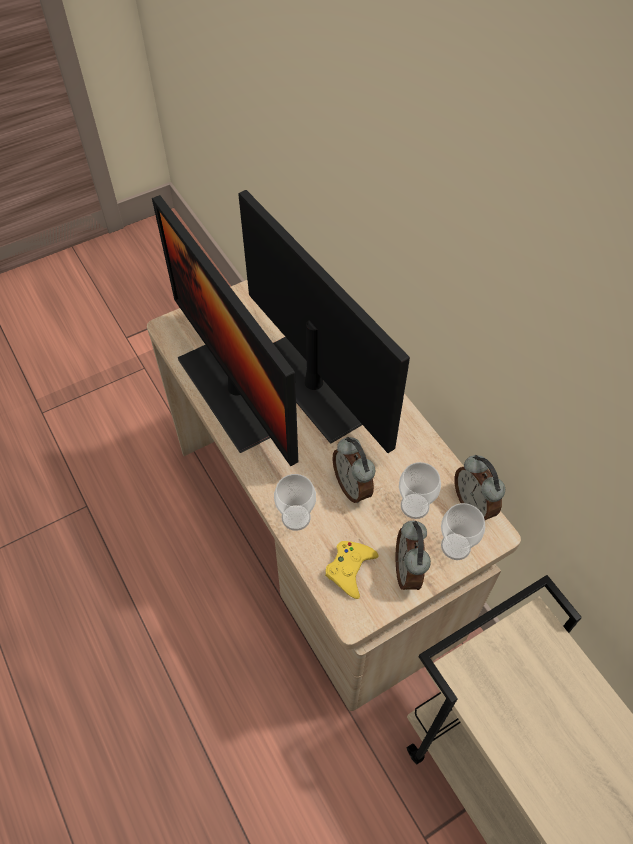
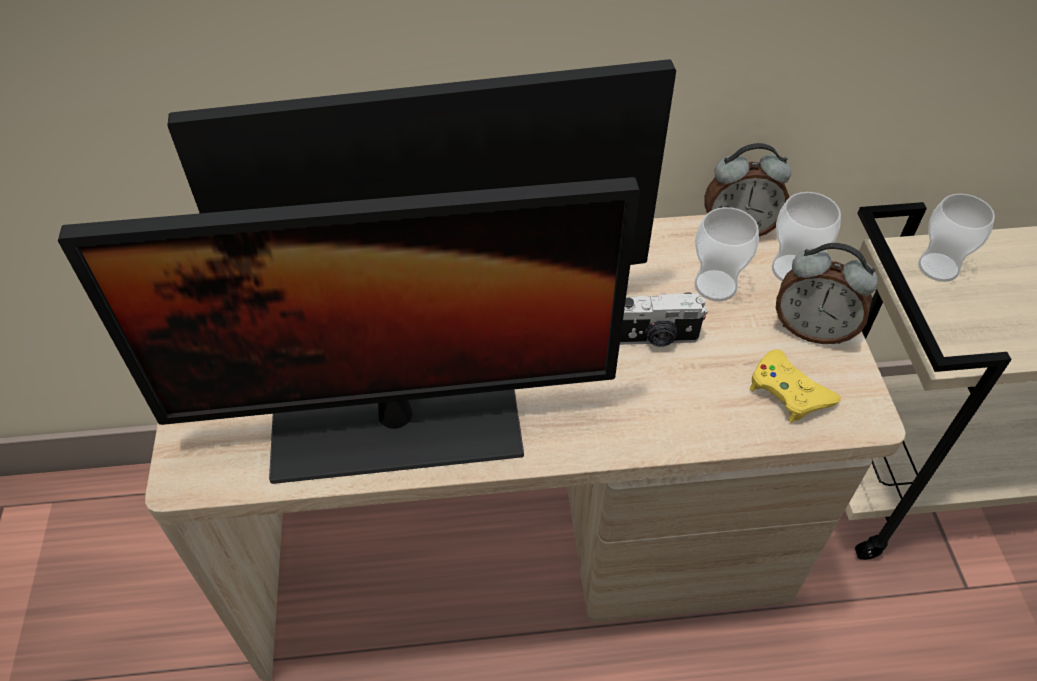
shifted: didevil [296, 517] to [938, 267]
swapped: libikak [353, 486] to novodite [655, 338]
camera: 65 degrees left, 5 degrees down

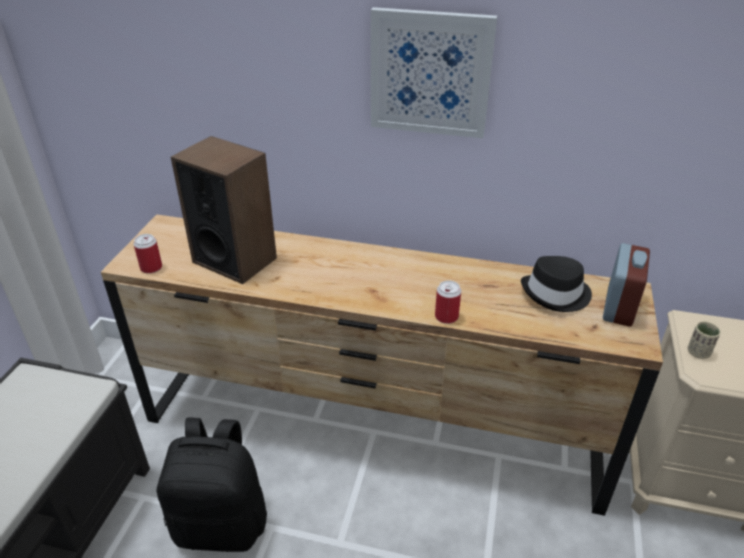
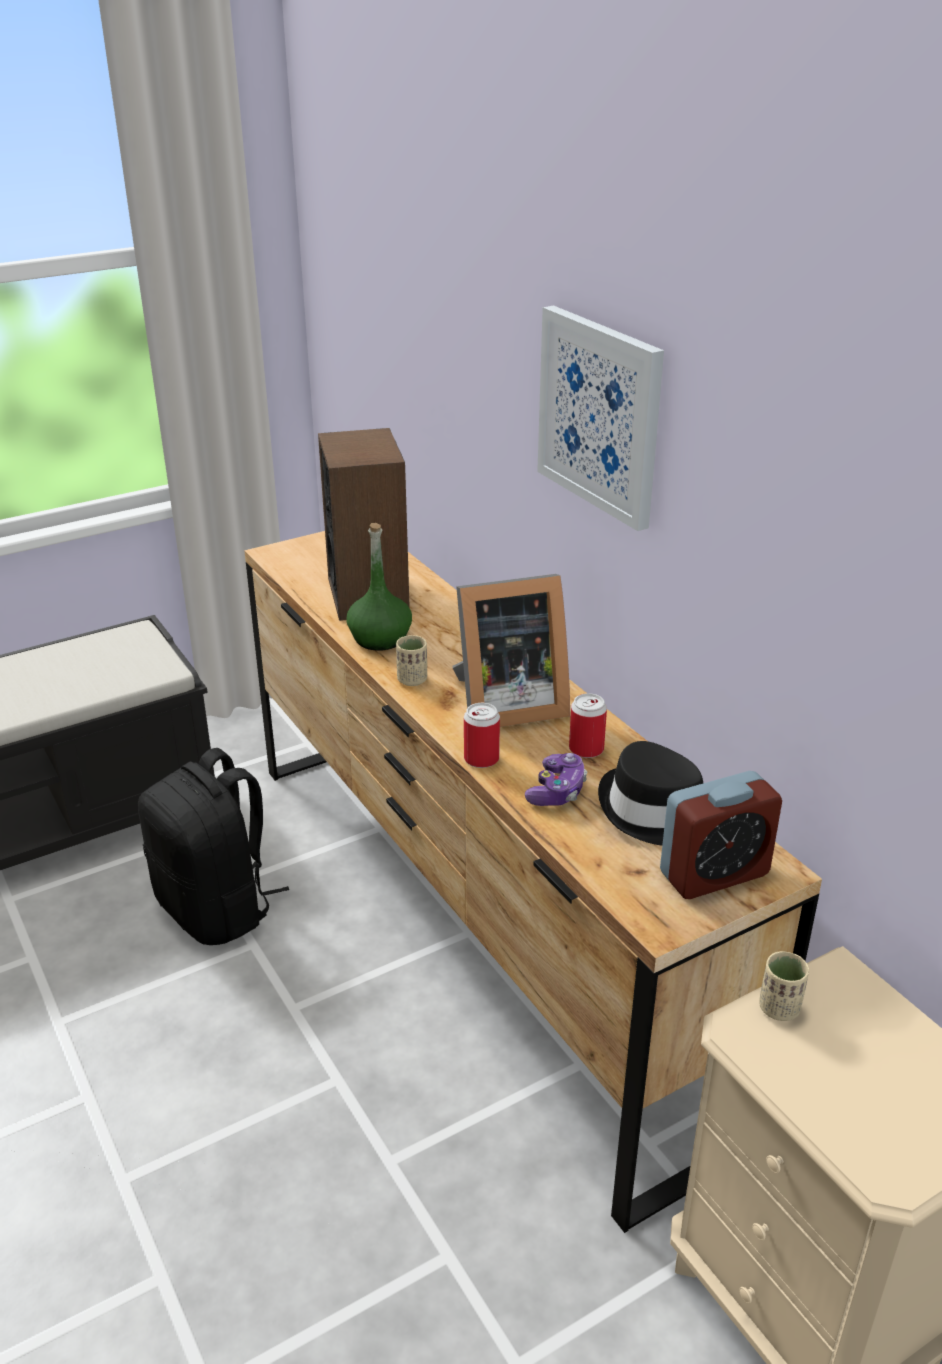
new: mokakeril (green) [380, 638]; didevil (beige) [412, 680]; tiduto [505, 705]; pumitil [557, 791]
shifted: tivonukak [151, 268] to [586, 749]
camera: 45 degrees right, 5 degrees down

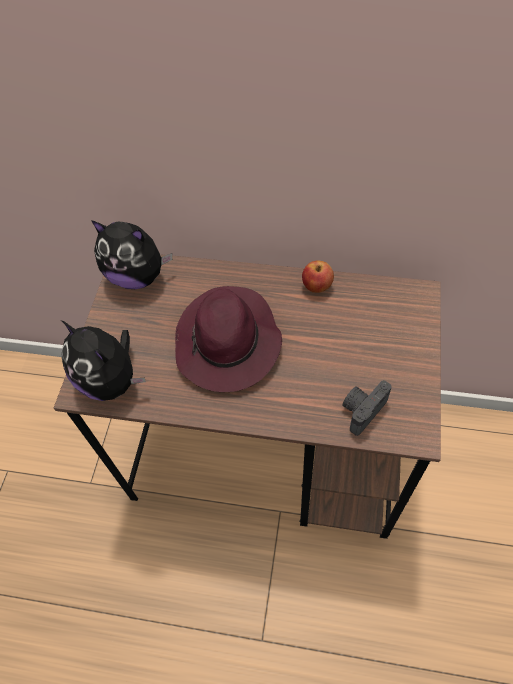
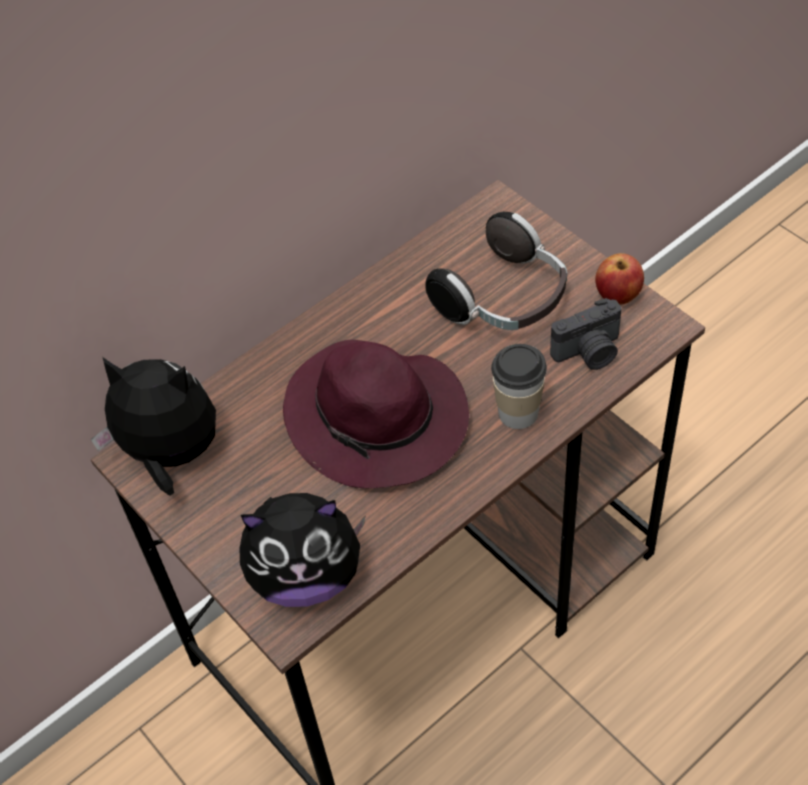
new: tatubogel [504, 300]; didevil [518, 412]
shifted: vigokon [317, 286] to [618, 295]
rotated: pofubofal [137, 276] = [170, 455] 135 degrees counterclockwise; novodite [362, 410] = [589, 353] 105 degrees counterclockwise
camera: 50 degrees left, 5 degrees down

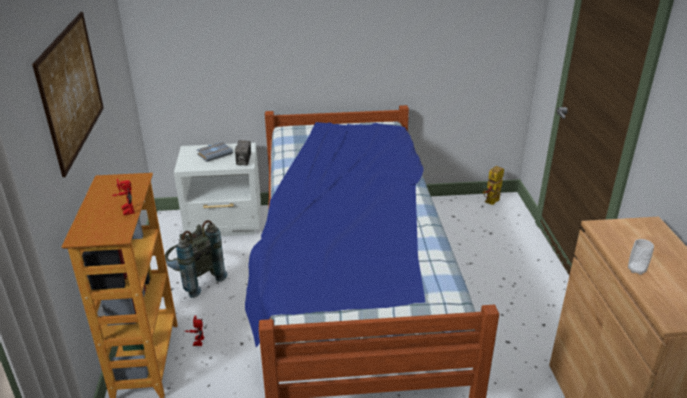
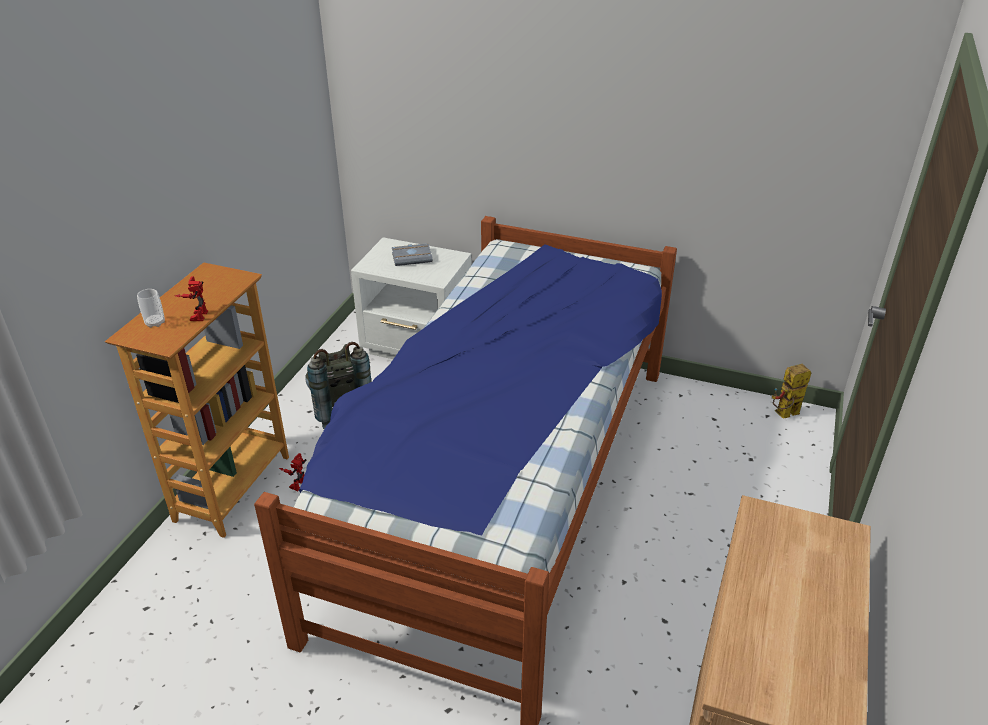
gone: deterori [71, 89]; novodite [244, 161]
shifted: didevil [636, 270] to [155, 323]
camera: 25 degrees right, 5 degrees up

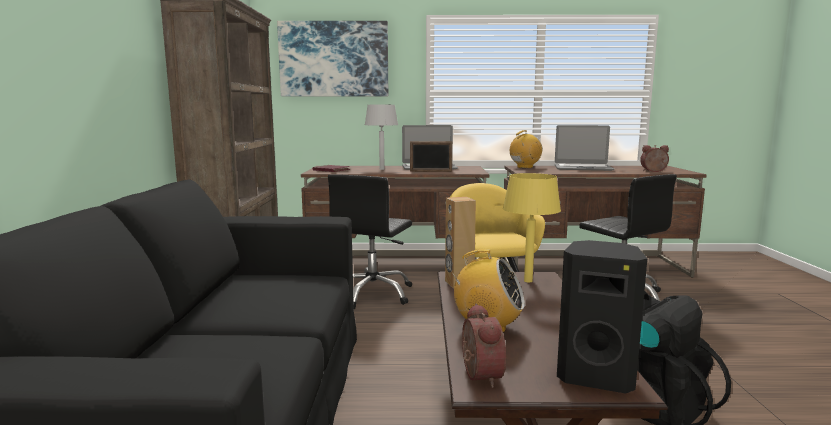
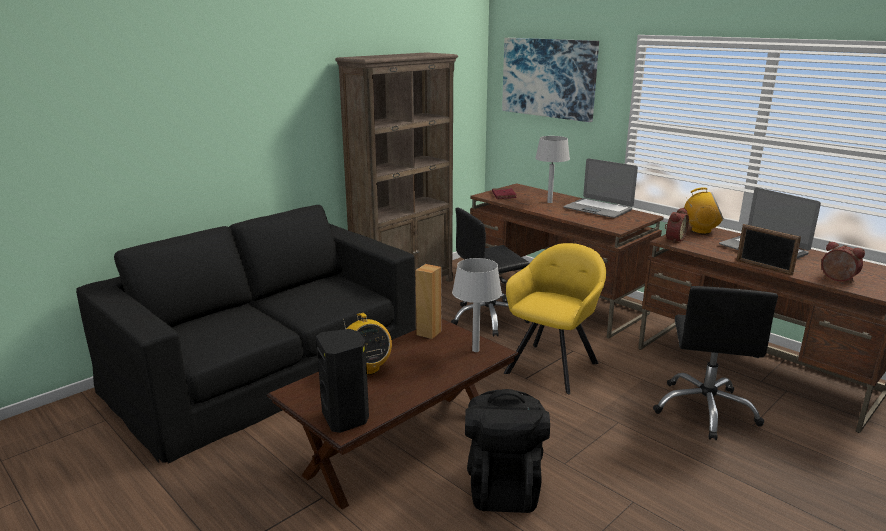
shifted: libikak [478, 376] to [673, 239]; tiduto [430, 171] to [763, 267]
repainted: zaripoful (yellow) [527, 281] to zaripoful (grey) [475, 350]
camera: 45 degrees right, 10 degrees up

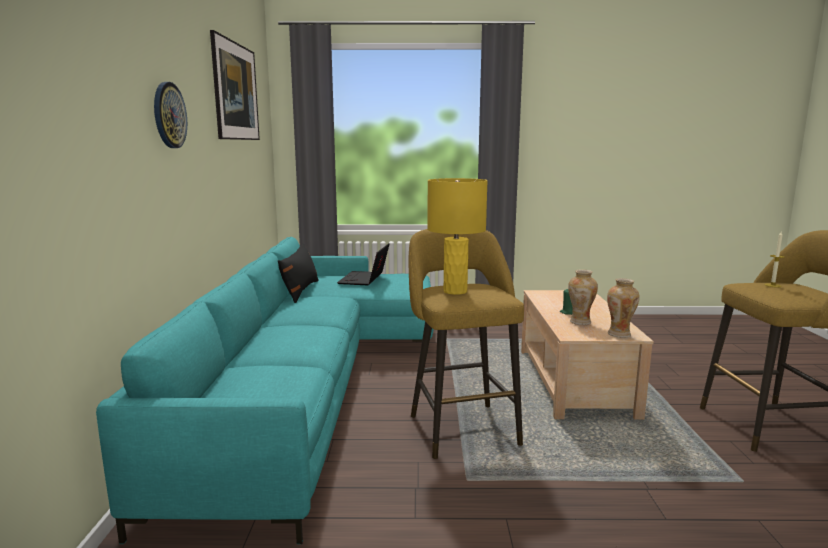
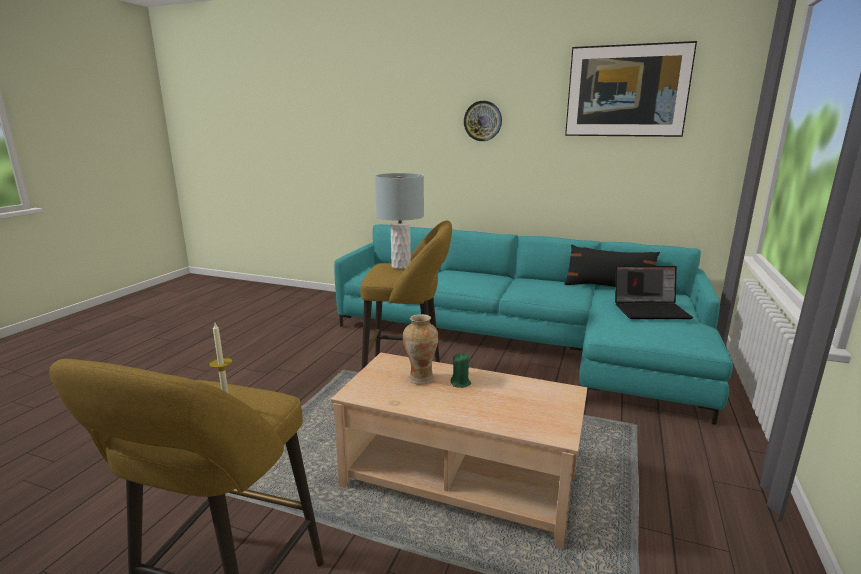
gone: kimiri [619, 334]
repainted: zaripoful (yellow) [455, 291] to zaripoful (grey) [400, 266]
rotated: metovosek [364, 279] = [651, 310] 150 degrees clockwise
camera: 110 degrees right, 5 degrees up

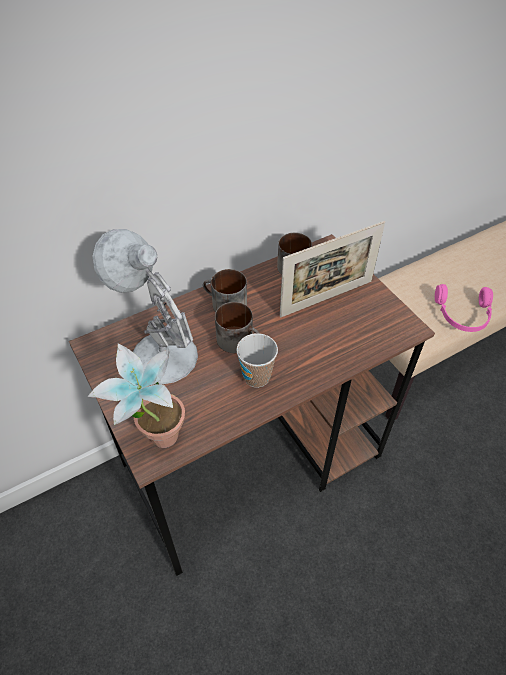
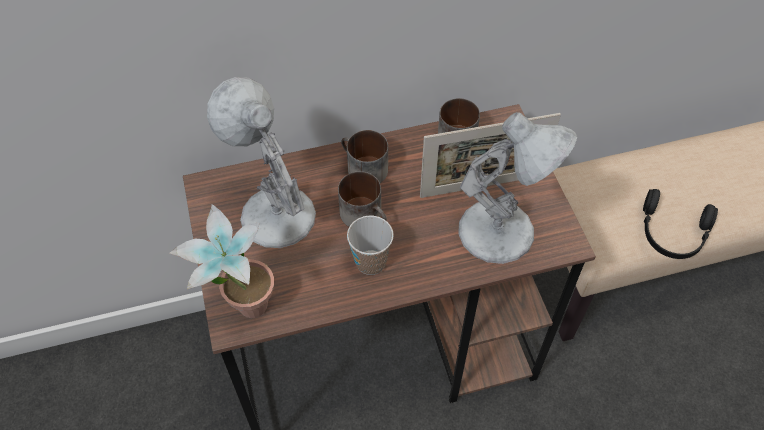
new: zaripoful (white) [500, 232]
repainted: tatubogel (pink) [462, 315] to tatubogel (black) [672, 234]
camera: 15 degrees right, 5 degrees up

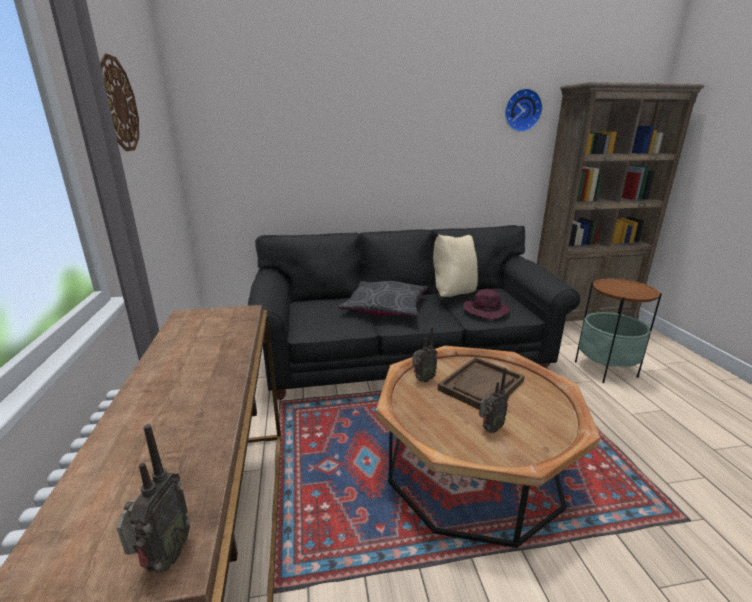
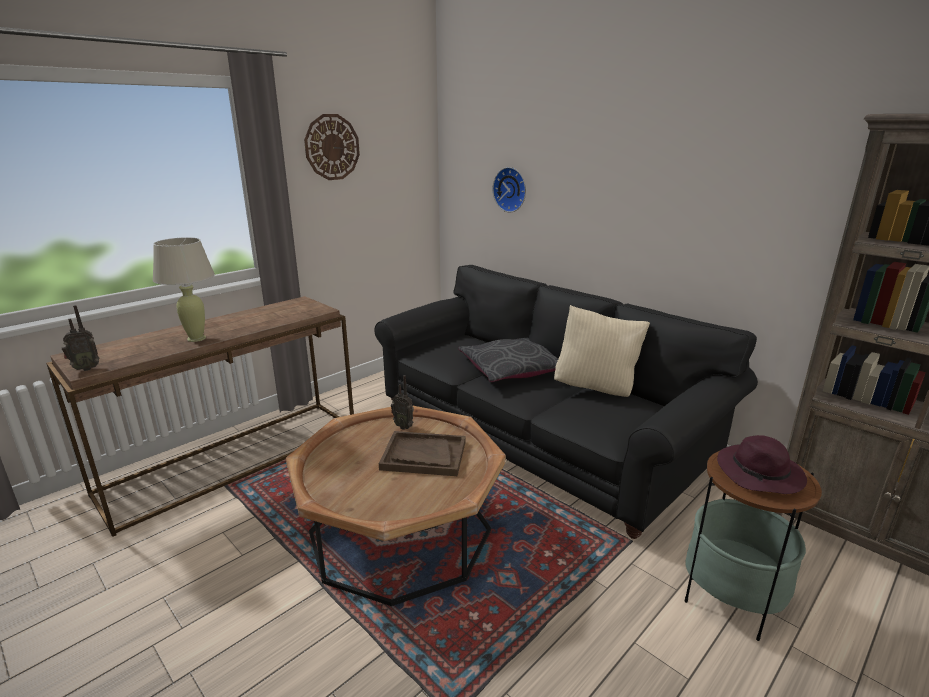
gone: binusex [489, 429]
new: zaripoful (beige) [196, 338]
shifted: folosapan [522, 110] to [511, 189]; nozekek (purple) [486, 310] to [760, 474]
camera: 55 degrees right, 0 degrees up

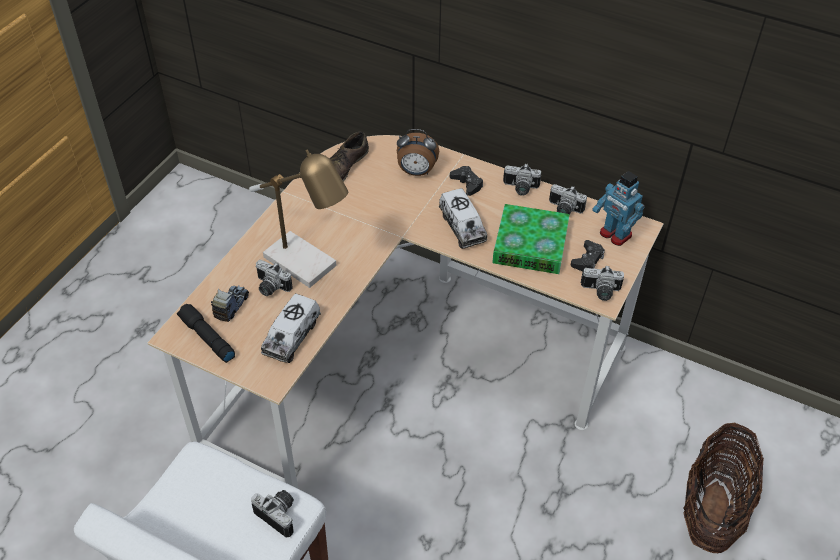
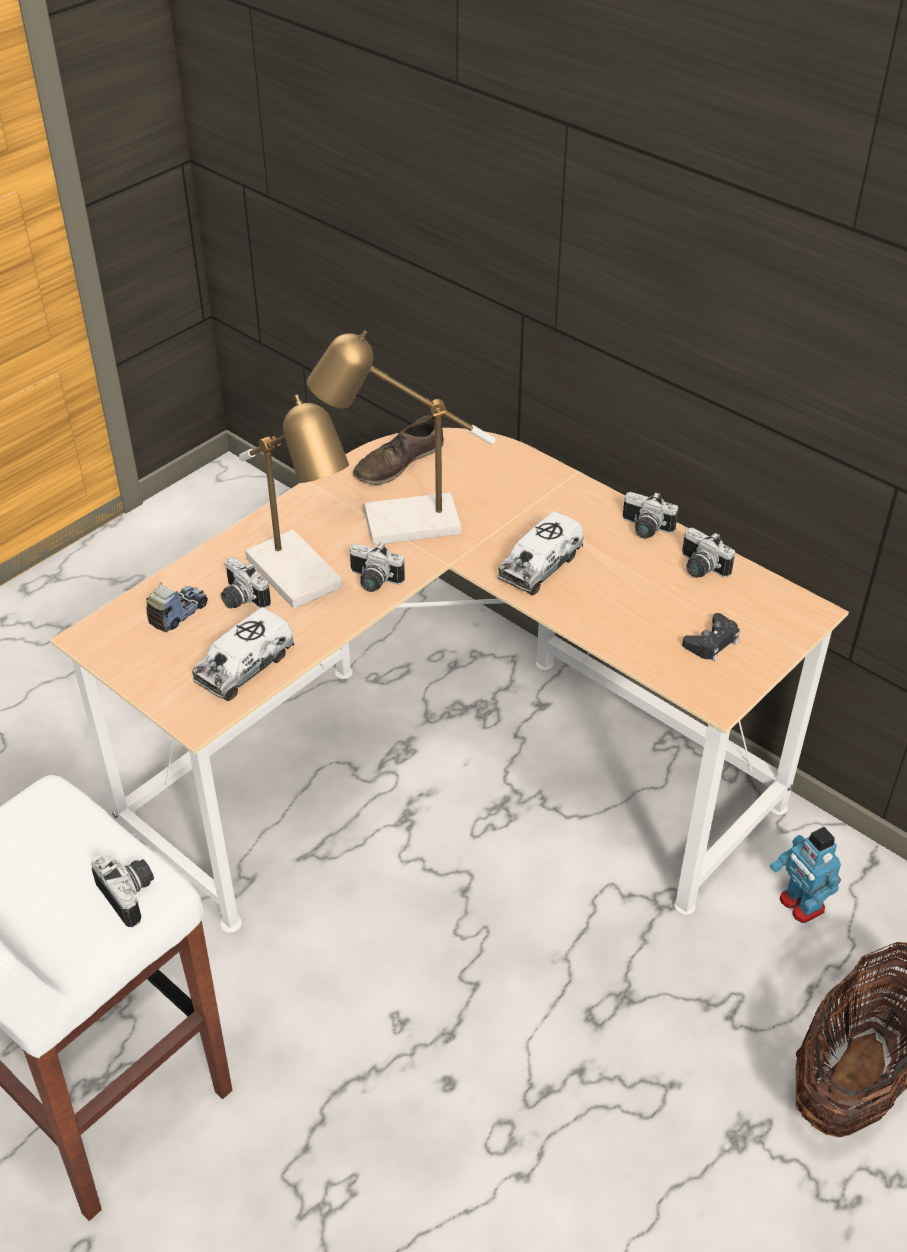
gone: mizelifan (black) [206, 338]; libikak [416, 172]; pumitil (black) [467, 183]; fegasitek [530, 245]
new: zaripoful [398, 525]
shifted: novodite [600, 292] to [373, 582]; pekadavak [615, 235] to [800, 905]
rotated: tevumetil [462, 227] = [540, 566] 45 degrees clockwise
camera: 15 degrees right, 5 degrees down

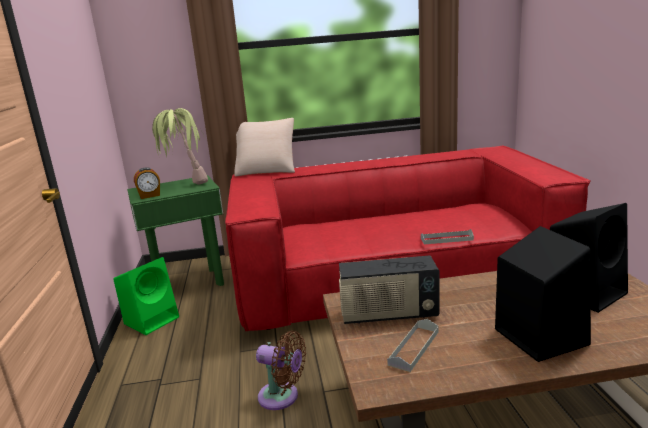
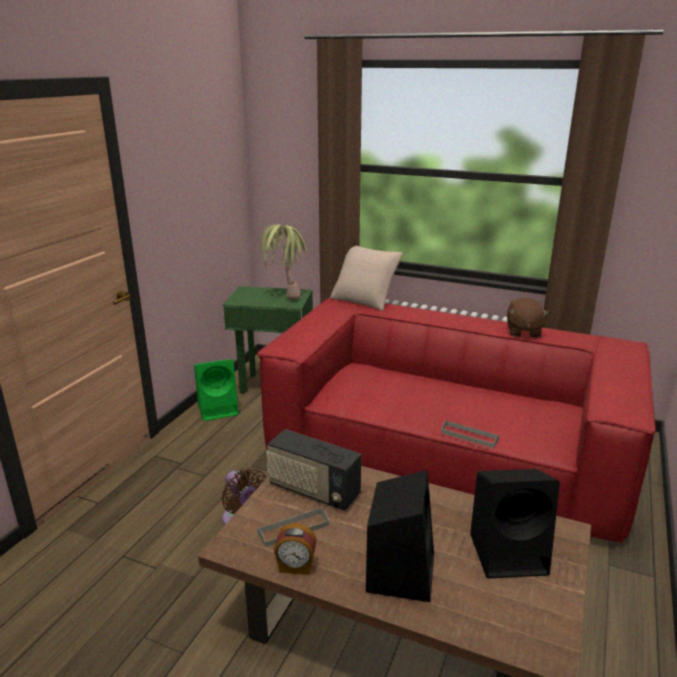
new: pofubofal (brown) [523, 331]
shifted: libikak [149, 196] to [296, 566]
camera: 30 degrees right, 5 degrees up

